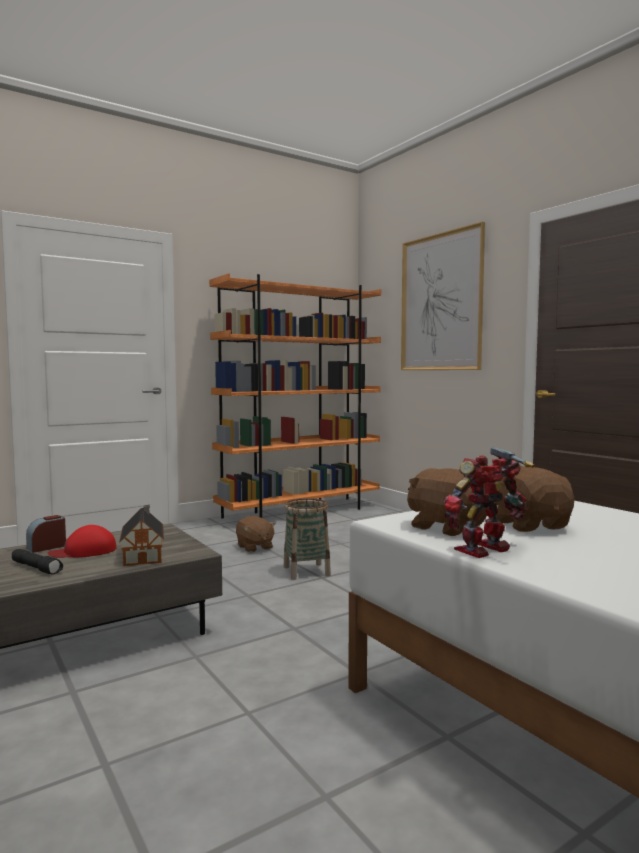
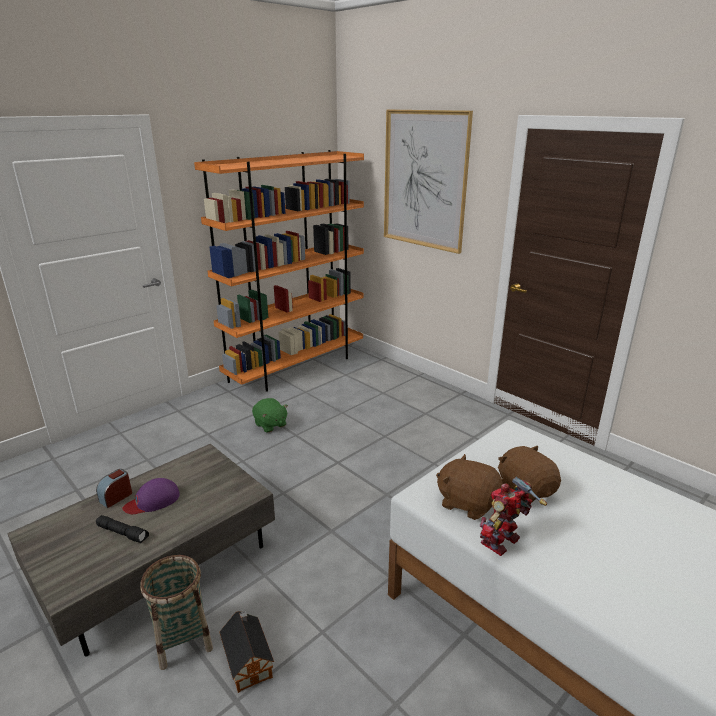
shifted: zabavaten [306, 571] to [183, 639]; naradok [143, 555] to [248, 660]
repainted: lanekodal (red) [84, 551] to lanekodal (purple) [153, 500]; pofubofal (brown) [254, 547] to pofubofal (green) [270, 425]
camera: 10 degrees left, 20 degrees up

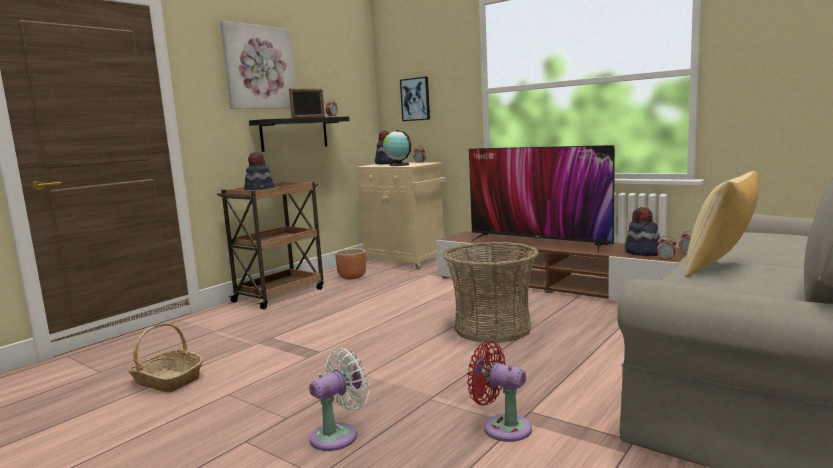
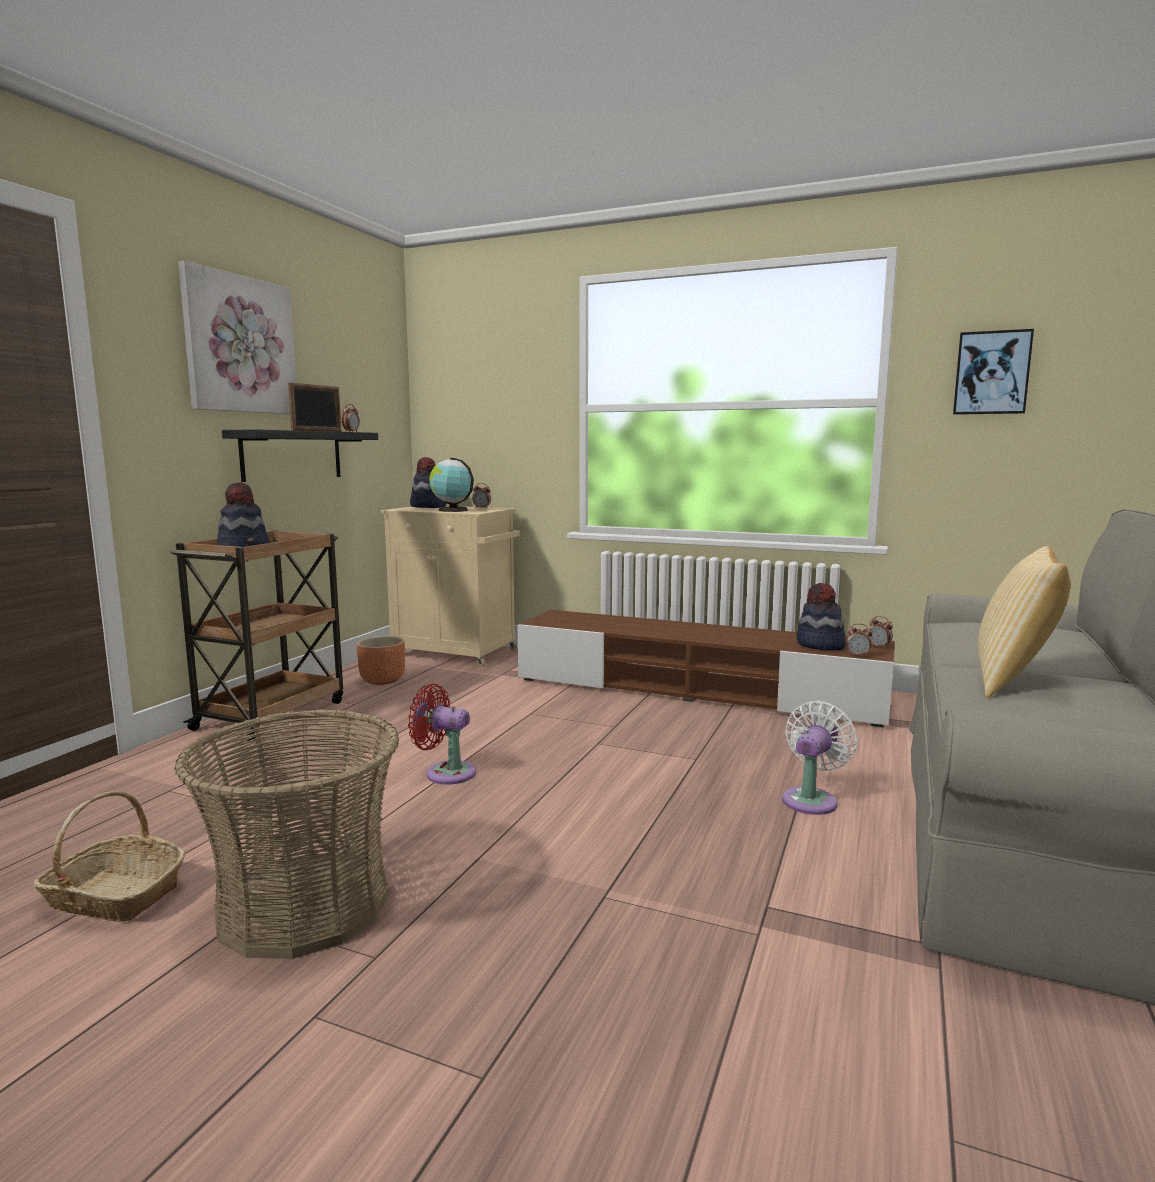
gone: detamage [538, 243]
shifted: zabavaten [492, 328] to [303, 905]; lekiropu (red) [502, 427] to [445, 773]; lekiropu (white) [338, 435] to [811, 799]; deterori [415, 99] to [991, 373]
camera: 15 degrees left, 0 degrees up

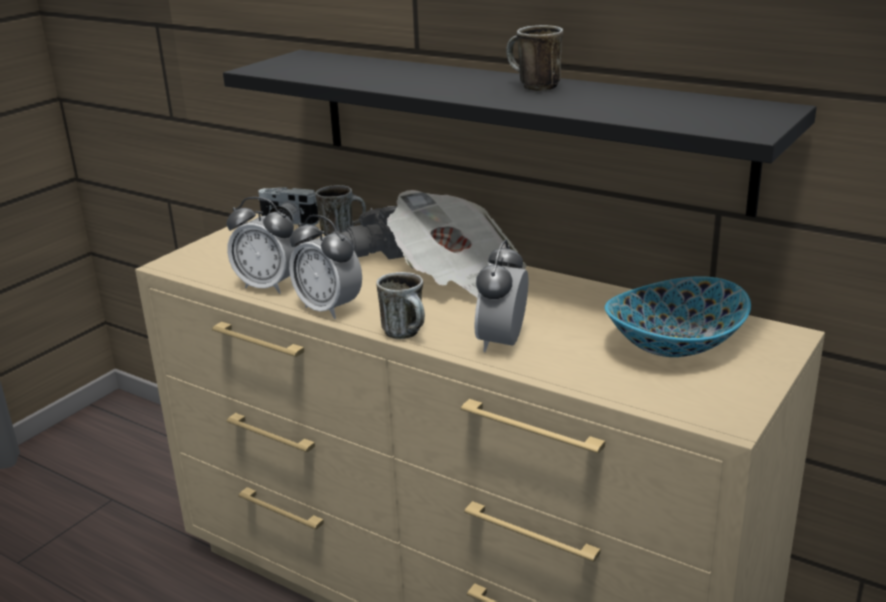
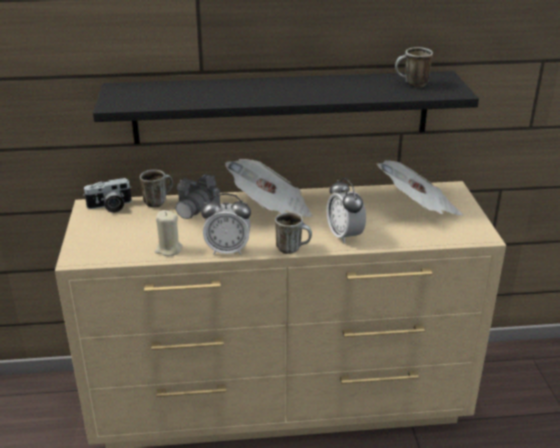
shifted: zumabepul [532, 87] to [411, 84]
swapped: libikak [268, 286] to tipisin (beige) [168, 249]; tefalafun [675, 345] to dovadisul [418, 209]
camera: 40 degrees left, 5 degrees up

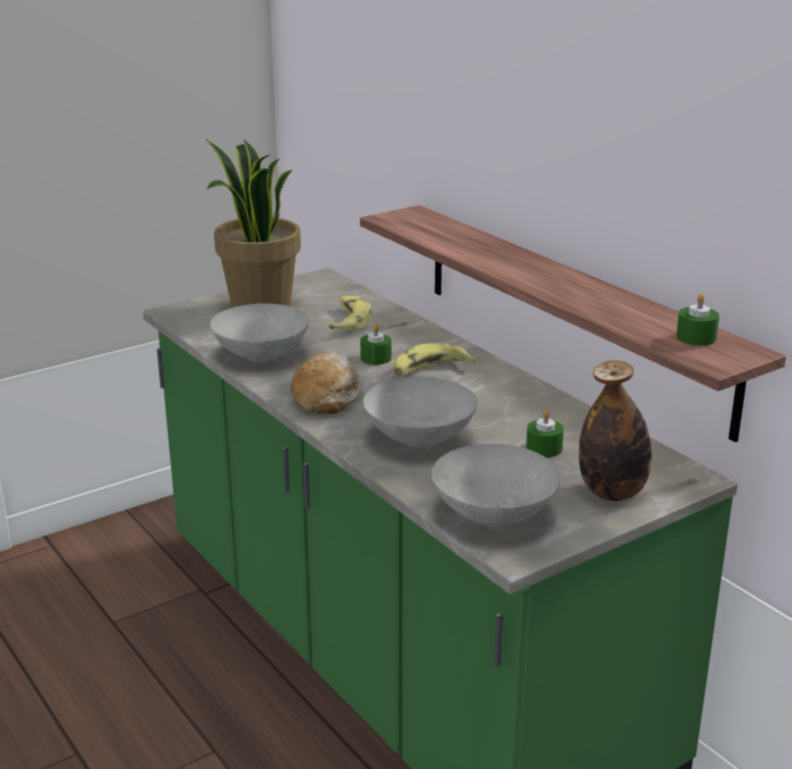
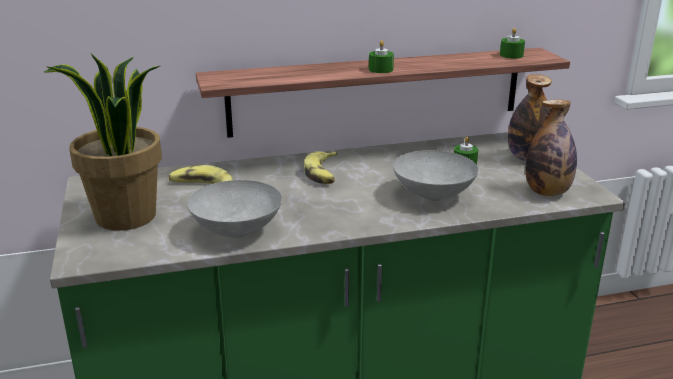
gone: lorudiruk [327, 395]
shifted: tipisin (green) [375, 358] to [381, 69]
swapped: tefalafun (grey) [491, 515] to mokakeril [547, 192]
camera: 70 degrees left, 0 degrees up

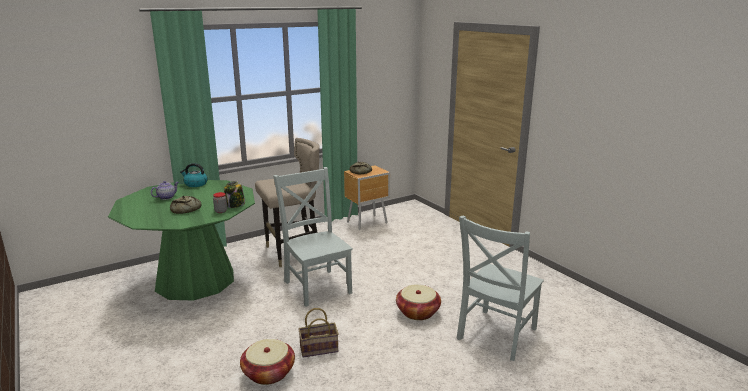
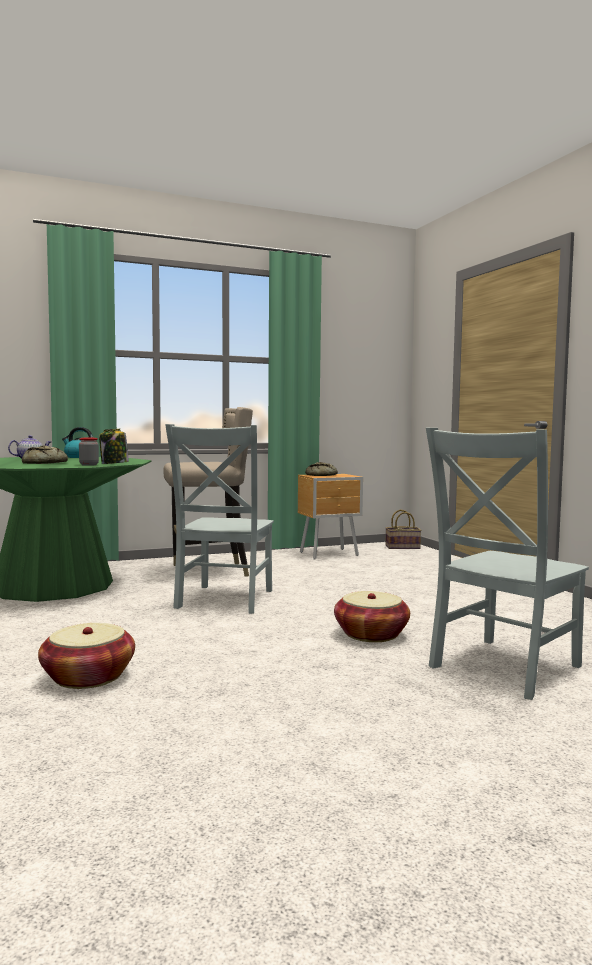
shifted: zabavaten [319, 348] to [403, 547]
rotated: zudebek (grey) [317, 285] = [223, 600] 150 degrees counterclockwise
camera: 10 degrees right, 15 degrees down

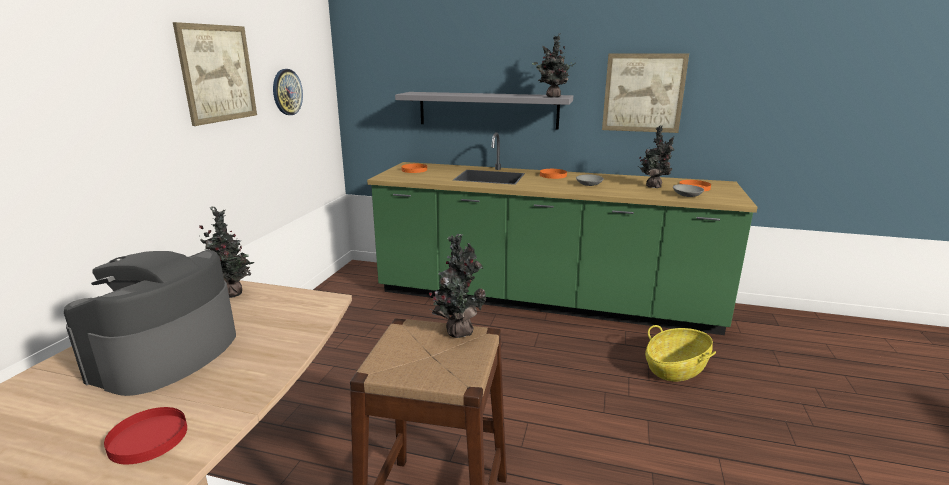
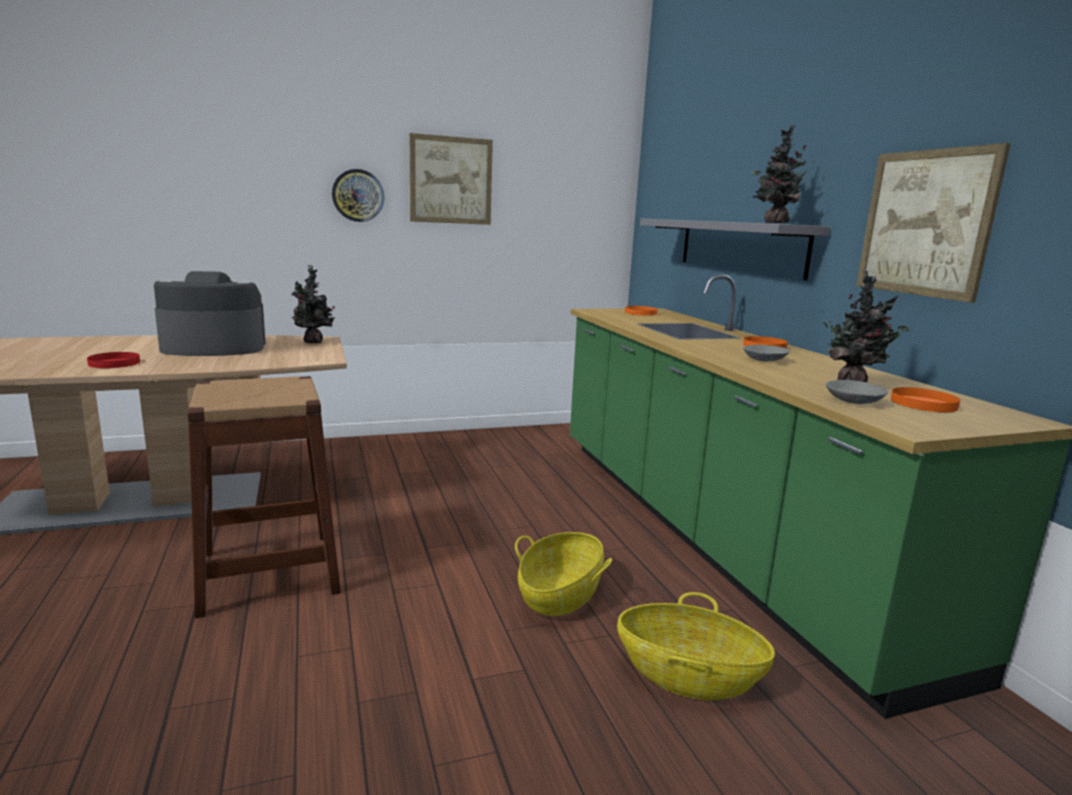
gone: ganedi [457, 331]
new: zabavaten [560, 594]
shifted: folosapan [287, 92] to [358, 195]
camera: 55 degrees right, 5 degrees down

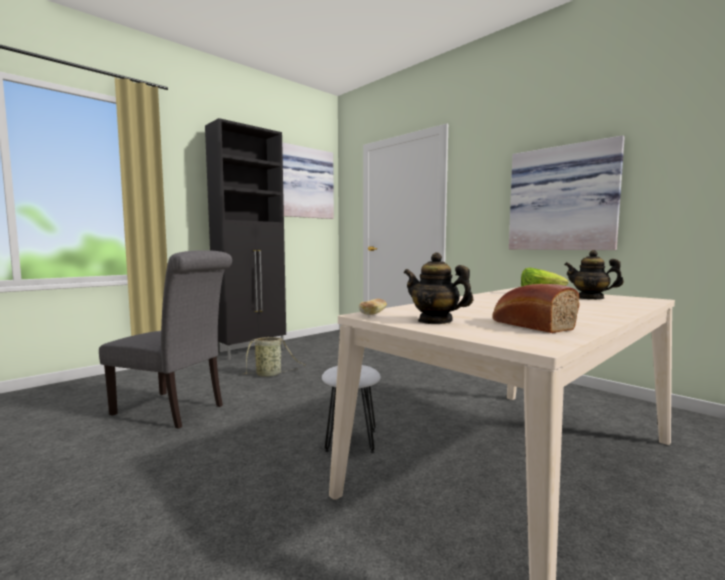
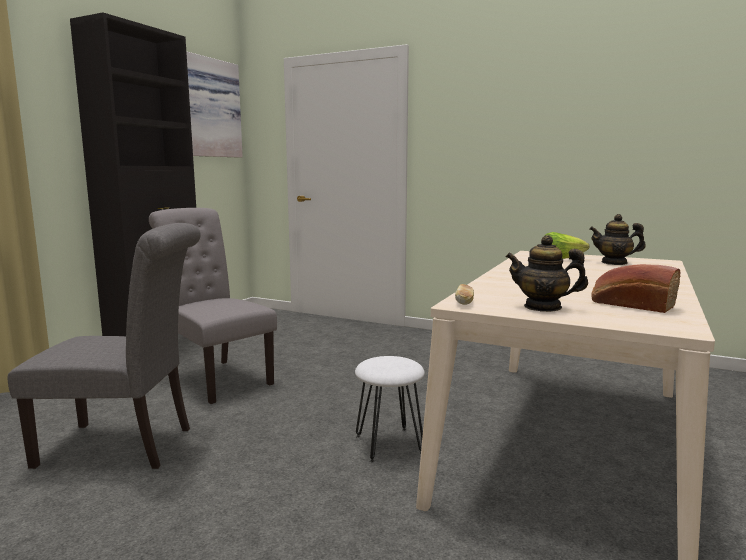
gone: deterori [563, 199]
swapped: zabavaten [270, 374] to zudebek (grey) [216, 378]
camera: 20 degrees left, 5 degrees up

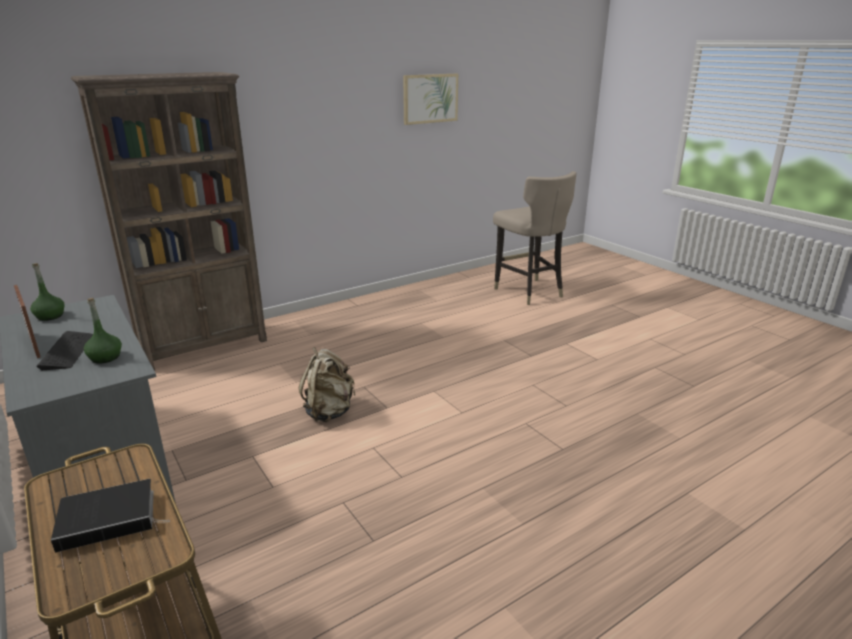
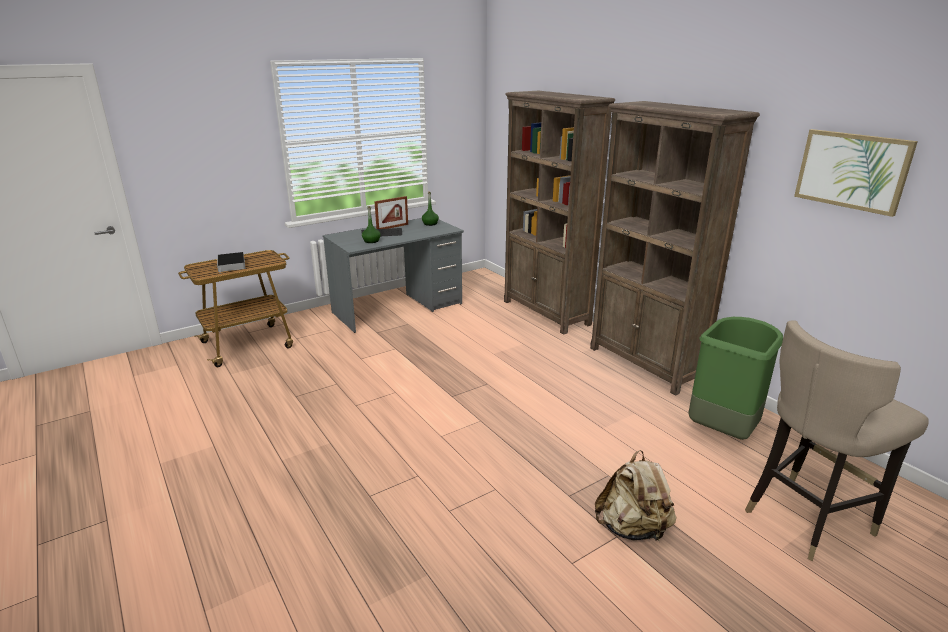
new: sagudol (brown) [645, 364]; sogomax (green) [723, 430]
shifted: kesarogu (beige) [329, 412] to [632, 528]
camera: 90 degrees right, 0 degrees up

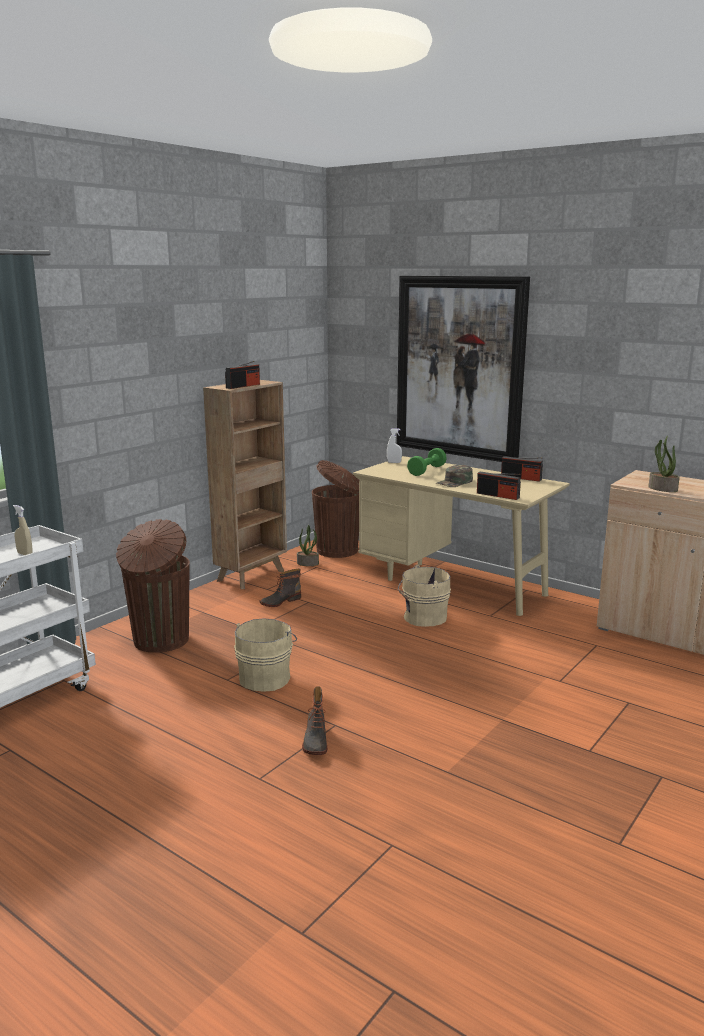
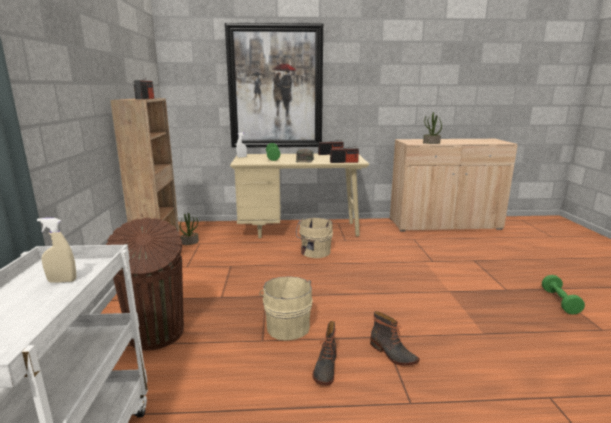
gone: sogomax (brown) [338, 550]
new: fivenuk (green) [560, 302]
shifted: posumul [280, 601] to [325, 368]
camera: 40 degrees left, 0 degrees up

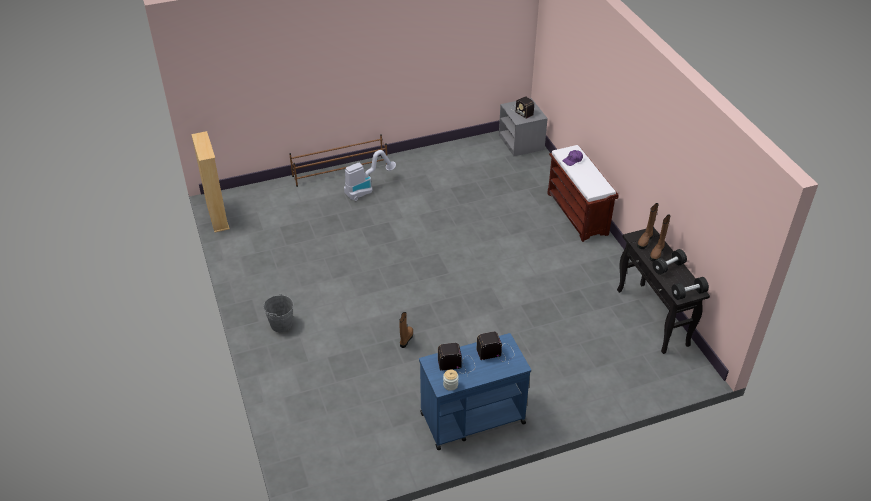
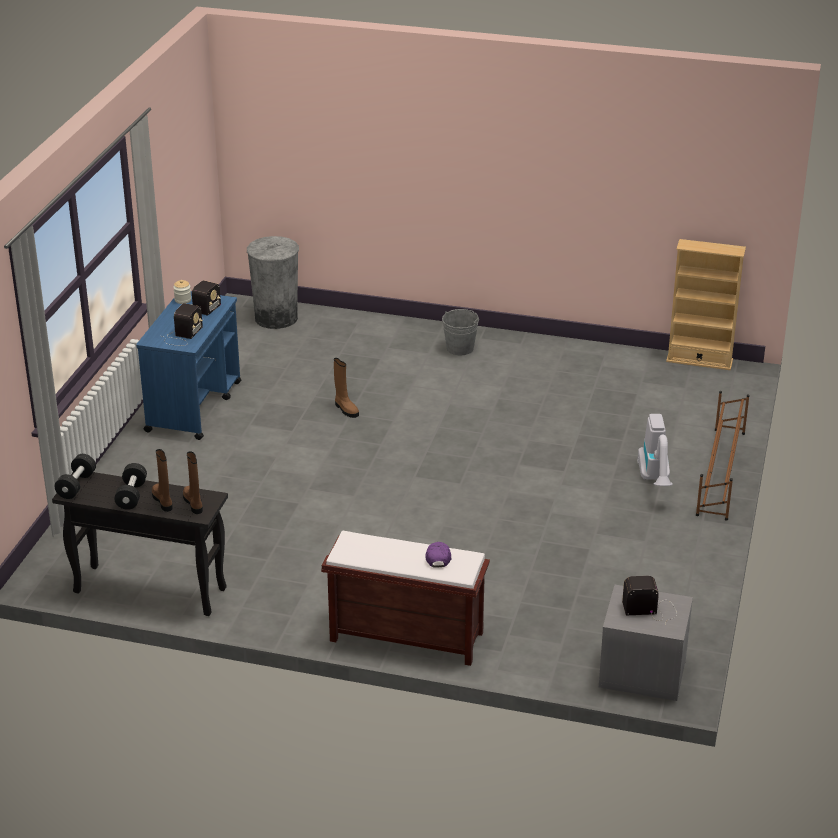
new: sogomax (grey) [276, 318]
camera: 125 degrees right, 10 degrees down

